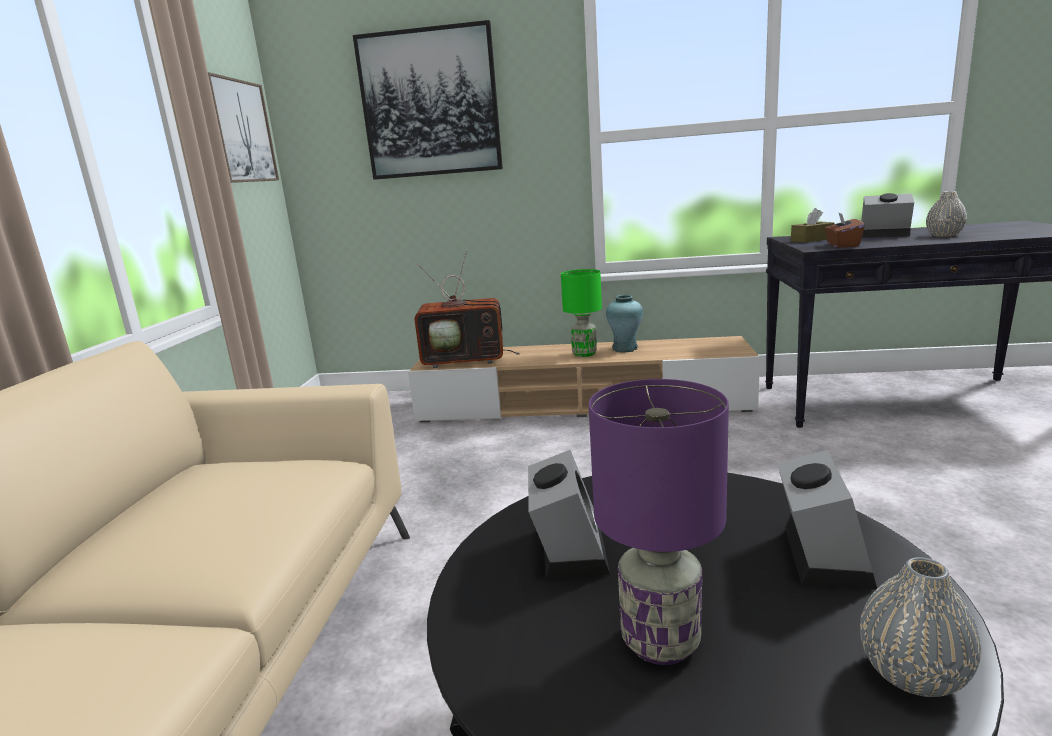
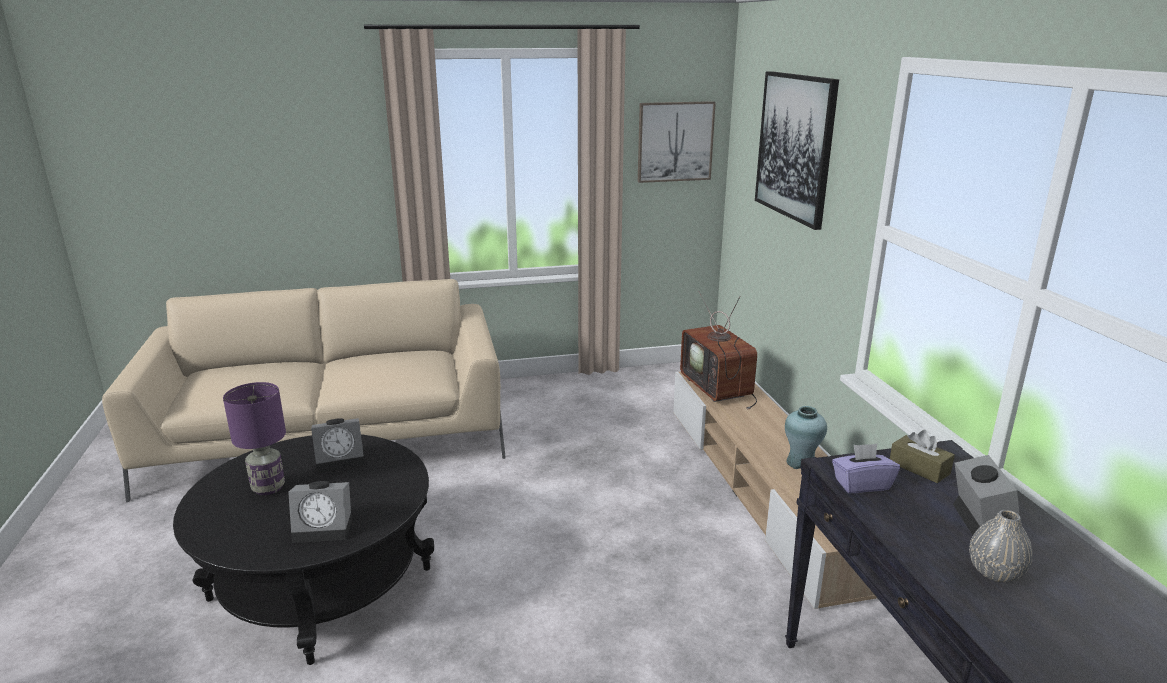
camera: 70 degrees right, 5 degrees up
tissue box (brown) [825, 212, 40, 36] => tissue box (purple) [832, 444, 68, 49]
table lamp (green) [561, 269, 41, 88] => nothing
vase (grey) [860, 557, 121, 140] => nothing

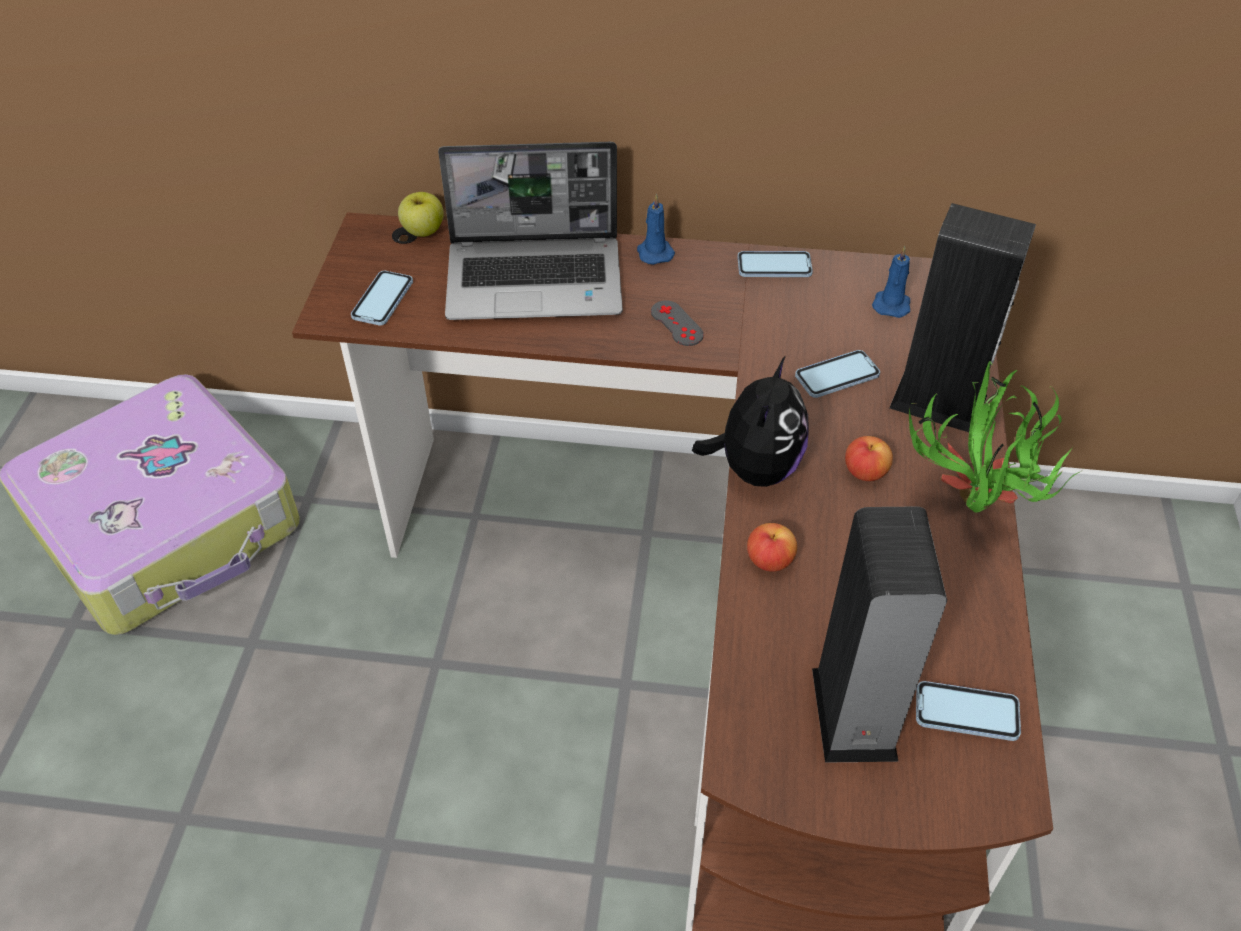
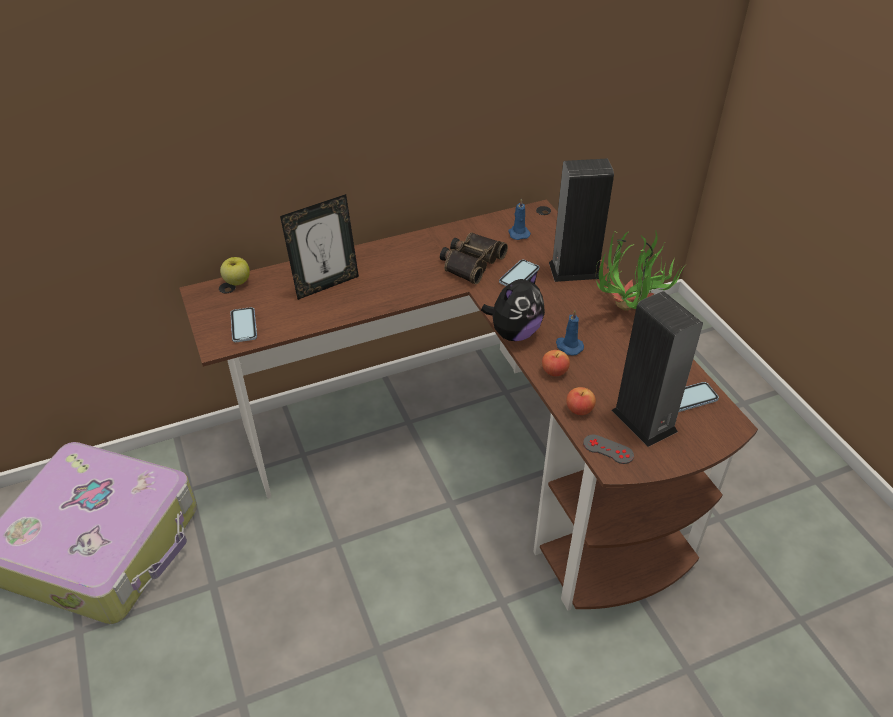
camera: 30 degrees left, 5 degrees down
laptop [438, 142, 185, 178] => picture frame [280, 194, 79, 106]
nothing => binoculars [440, 232, 68, 52]
plush toy [692, 356, 116, 131] => plush toy [481, 271, 64, 70], 60 degrees clockwise
candle (blue) [637, 194, 38, 71] => candle (blue) [556, 310, 28, 46], move
apple [845, 436, 48, 45] => apple [566, 387, 30, 28], move
game controller (grey) [651, 300, 53, 46] => game controller (grey) [583, 435, 51, 29], move
phone [737, 251, 76, 26] => nothing

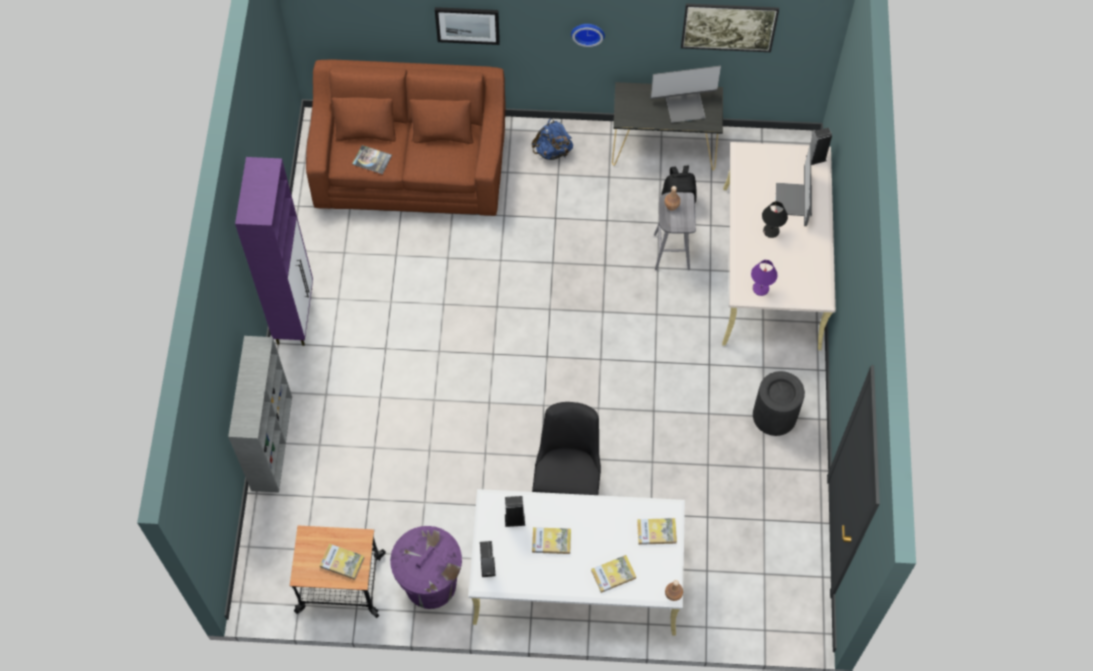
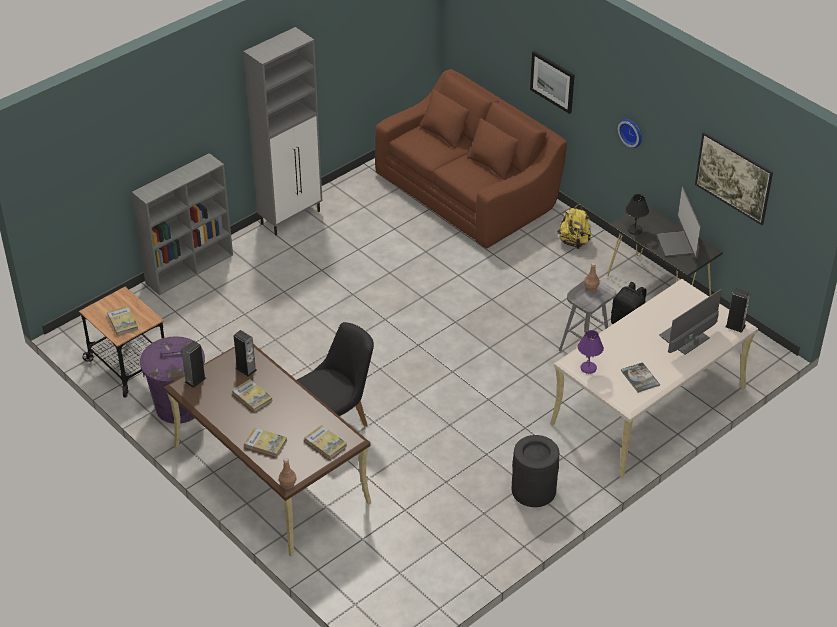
camera: 45 degrees right, 20 degrees down
desk (white) [469, 489, 216, 147] => desk (brown) [164, 344, 207, 213]
cabinet (purple) [235, 157, 78, 189] => cabinet (grey) [243, 27, 79, 208]
backpack (blue) [531, 118, 42, 42] => backpack (yellow) [557, 204, 34, 45]
book [352, 145, 40, 29] => book [621, 362, 39, 31], move
table lamp (black) [762, 201, 26, 37] => table lamp (black) [626, 194, 23, 41], move
monitor [650, 66, 71, 57] => monitor [657, 186, 44, 72], 45 degrees clockwise

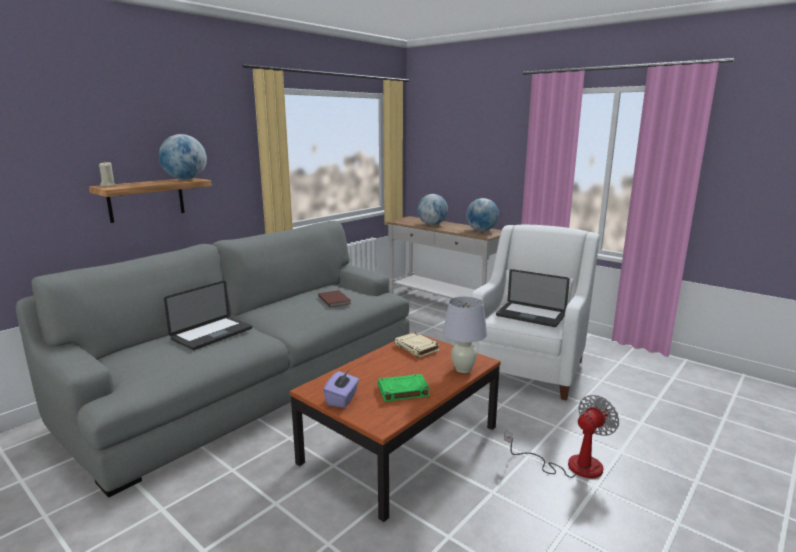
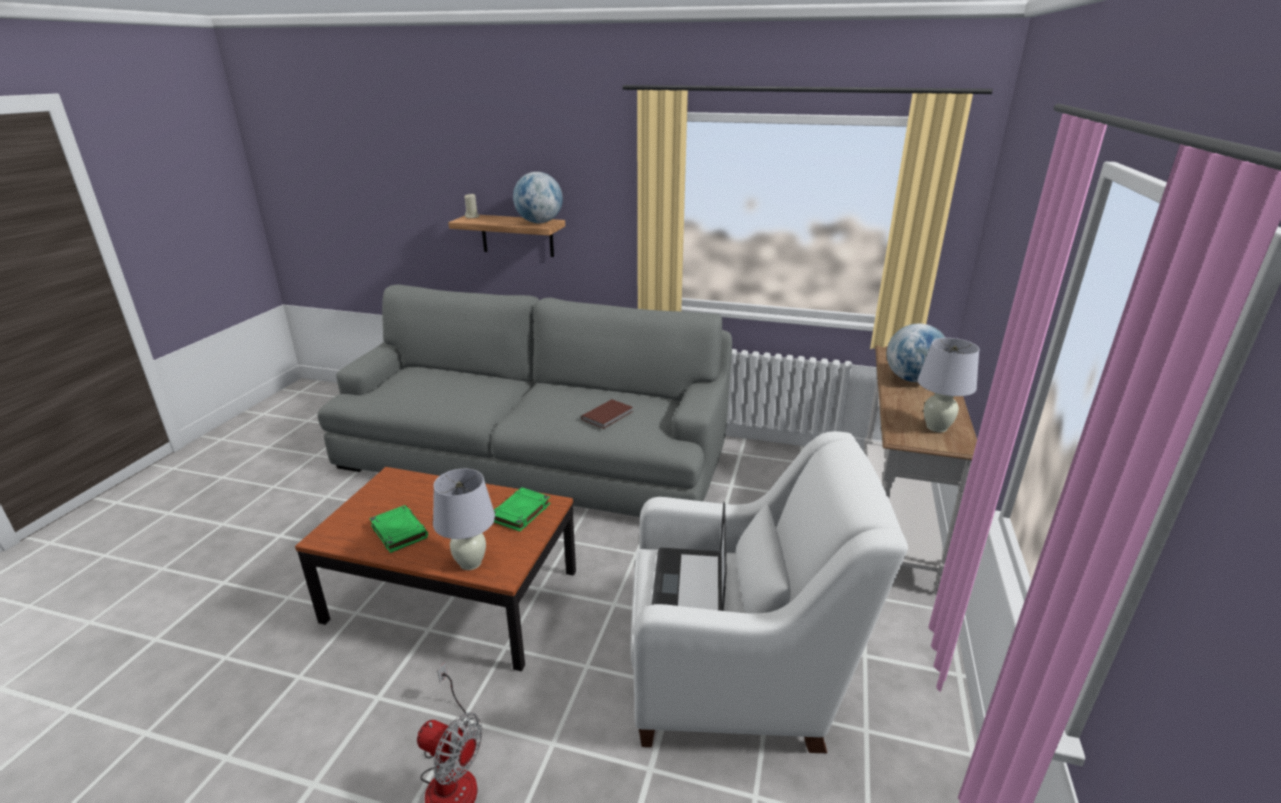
camera: 65 degrees right, 10 degrees up
book (beige) [394, 332, 46, 26] => book (green) [494, 487, 56, 45]
globe [466, 198, 33, 33] => table lamp (white) [918, 338, 61, 94]
laptop [164, 281, 88, 69] => nothing
tissue box (purple) [323, 371, 36, 37] => nothing

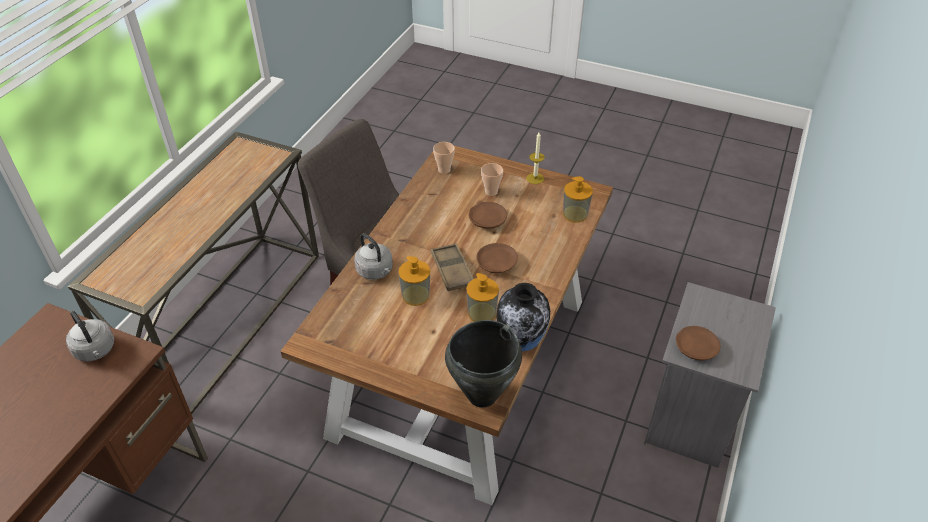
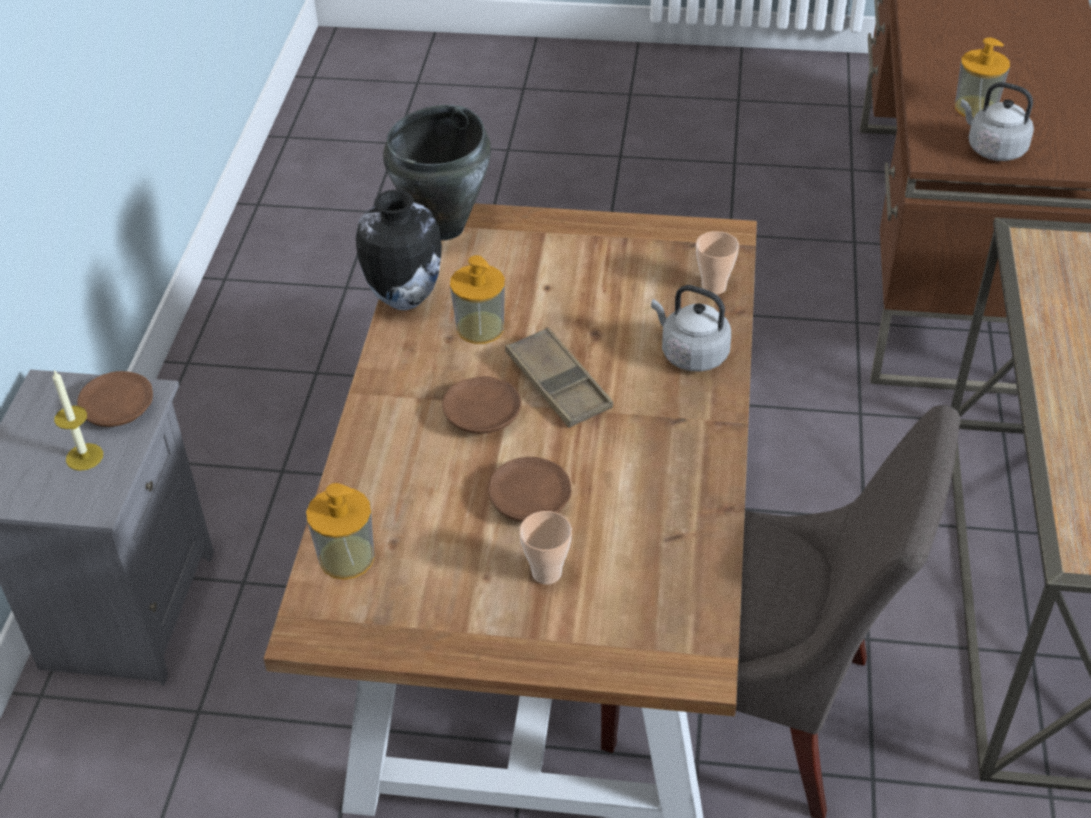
camera: 165 degrees right, 0 degrees up
candle [527, 133, 18, 51] => candle [52, 369, 51, 102], move
cup [433, 142, 22, 32] => cup [696, 231, 43, 64], move
soap dispenser [398, 256, 32, 50] => soap dispenser [955, 37, 55, 81], move

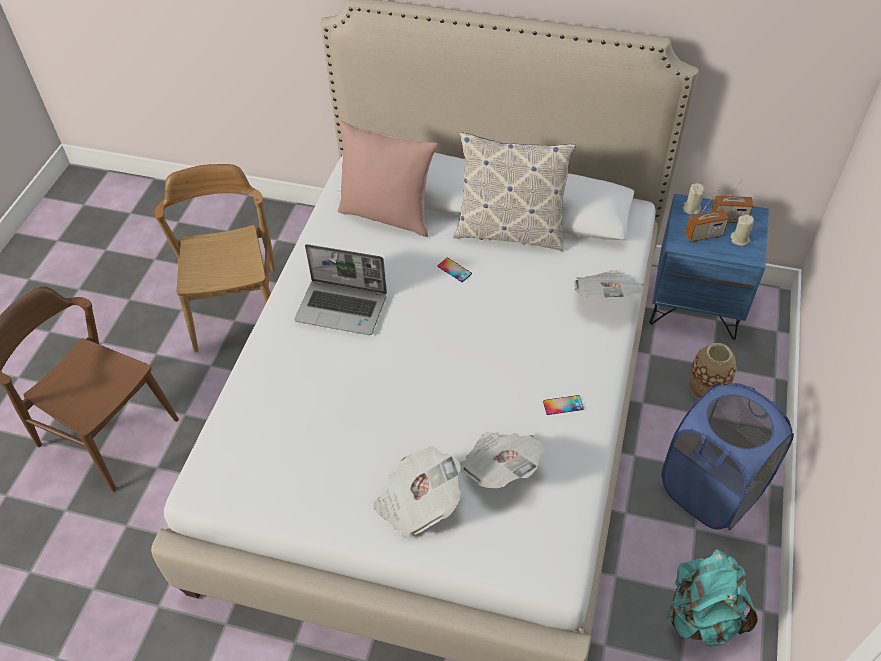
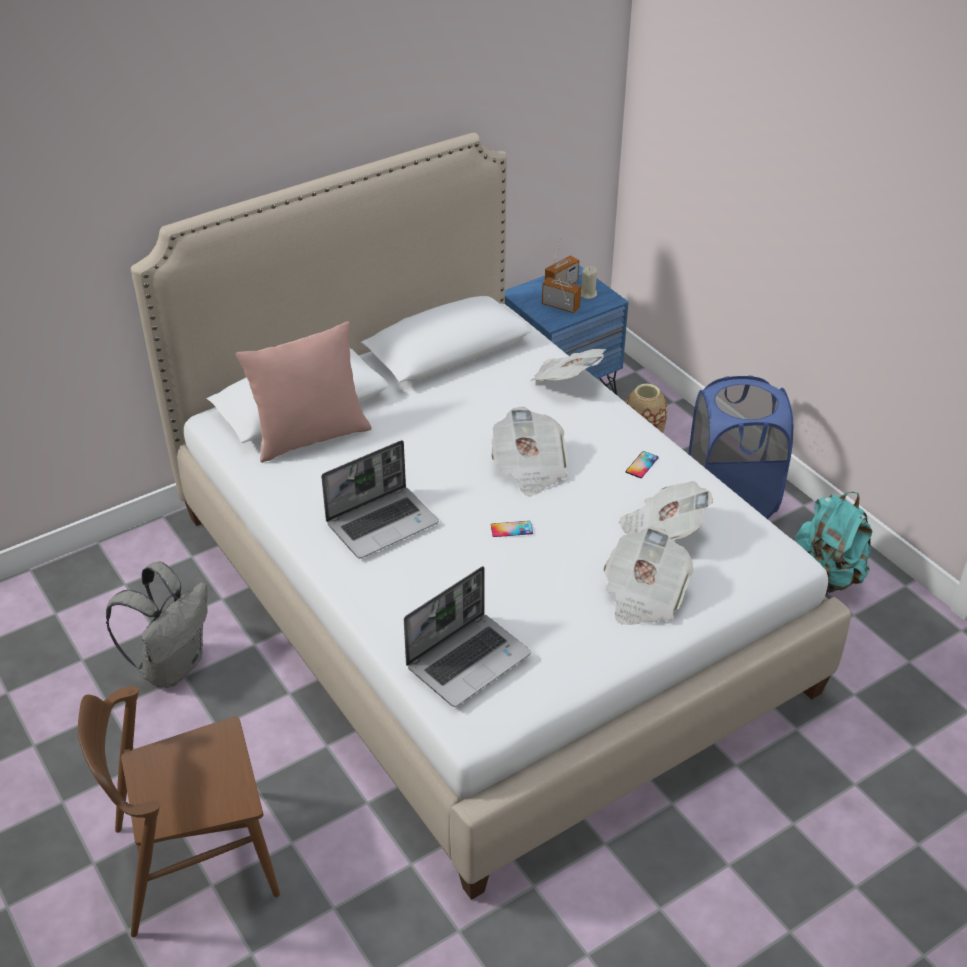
camera: 50 degrees left, 10 degrees down
chair (brown) [155, 164, 121, 189] => backpack (grey) [106, 561, 102, 127]
nothing => laptop [404, 566, 127, 141]
nothing => newspaper [491, 407, 77, 90]
phone [438, 258, 34, 24] => phone [491, 521, 42, 16], move
radio [685, 190, 44, 52] => radio [542, 262, 39, 51], 90 degrees counterclockwise
pillow [453, 132, 123, 119] => nothing
candle (beige) [683, 183, 21, 32] => nothing

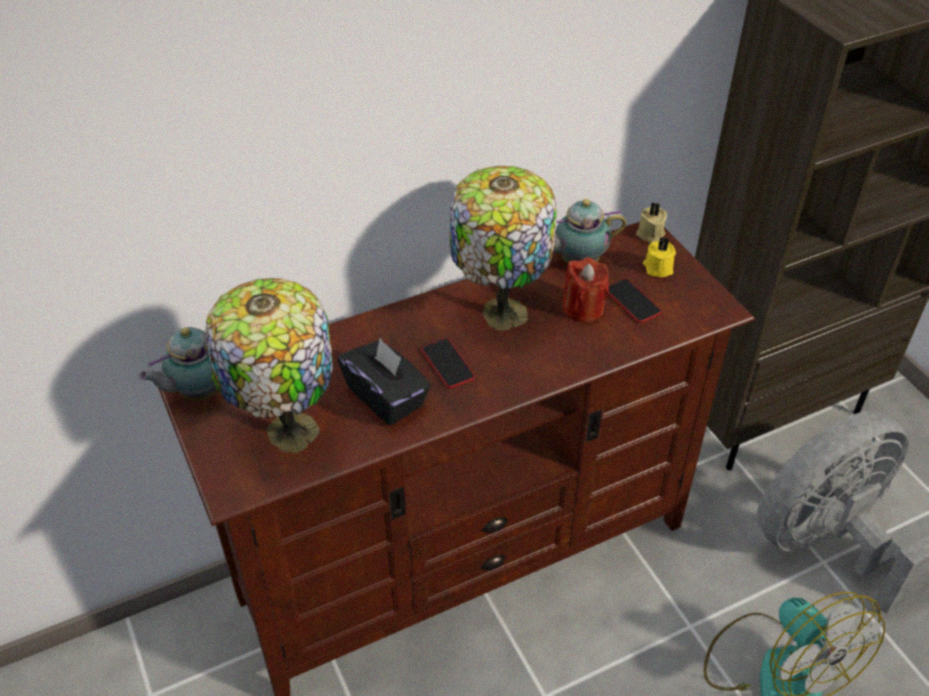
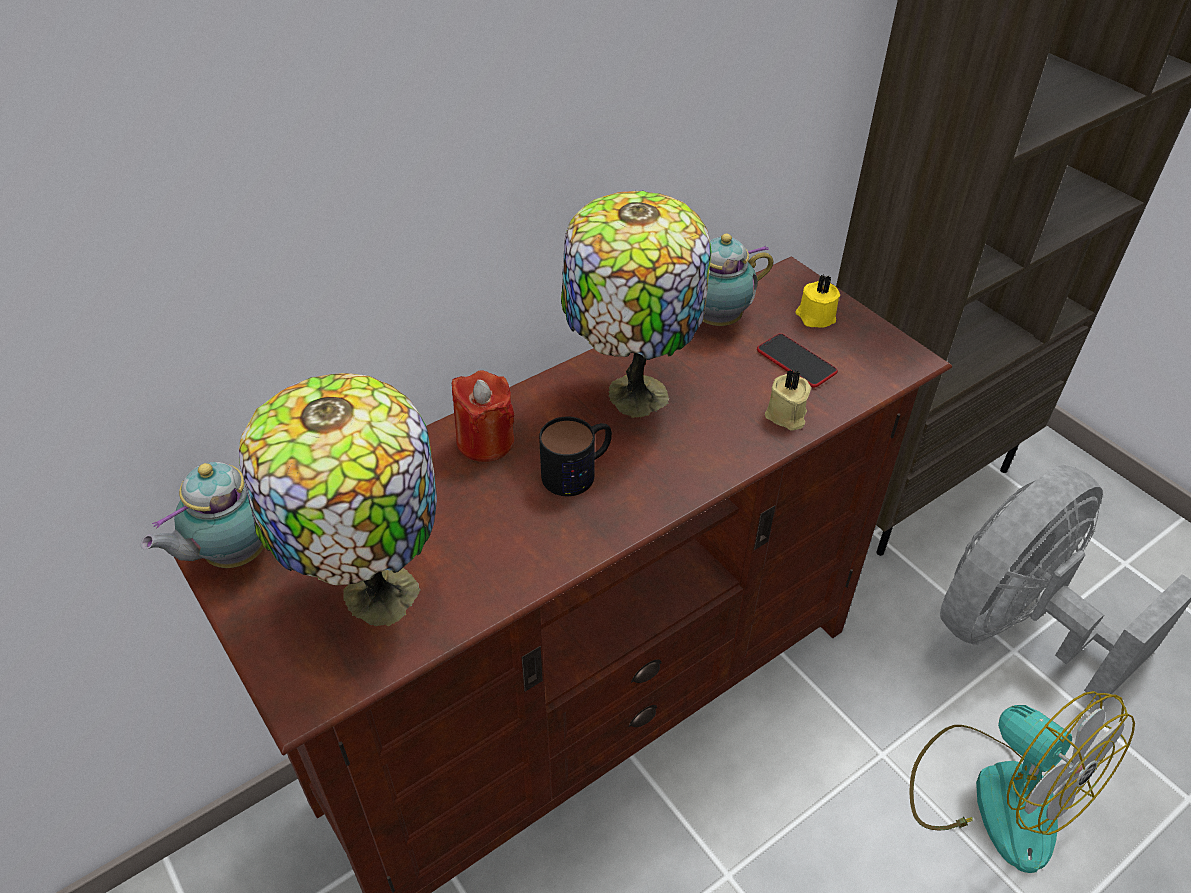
camera: 10 degrees left, 0 degrees up
candle (red) [563, 258, 46, 64] => candle (red) [452, 370, 62, 92], move
phone [421, 338, 54, 51] => mug [539, 417, 73, 79]
candle (beige) [636, 202, 32, 42] => candle (beige) [765, 369, 46, 61], move
tissue box (black) [338, 338, 93, 87] => nothing

